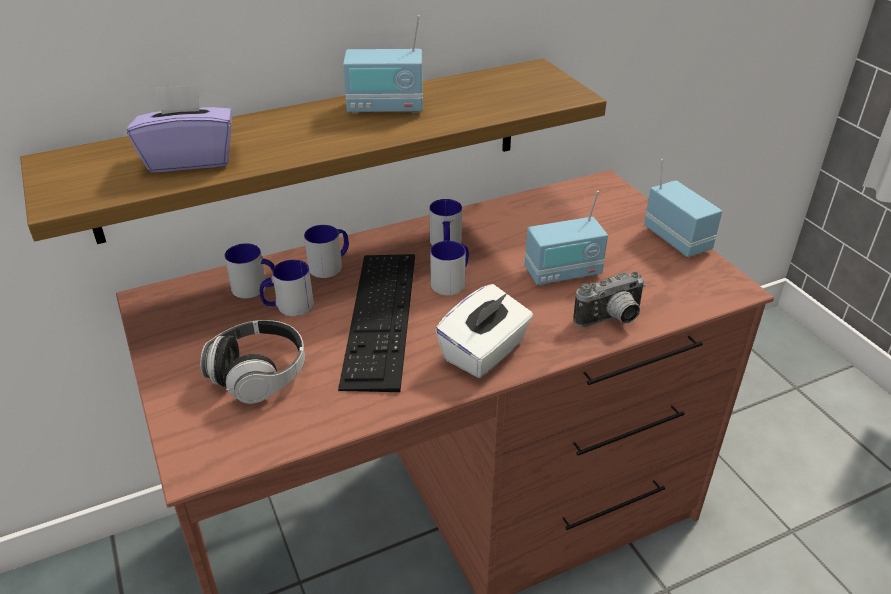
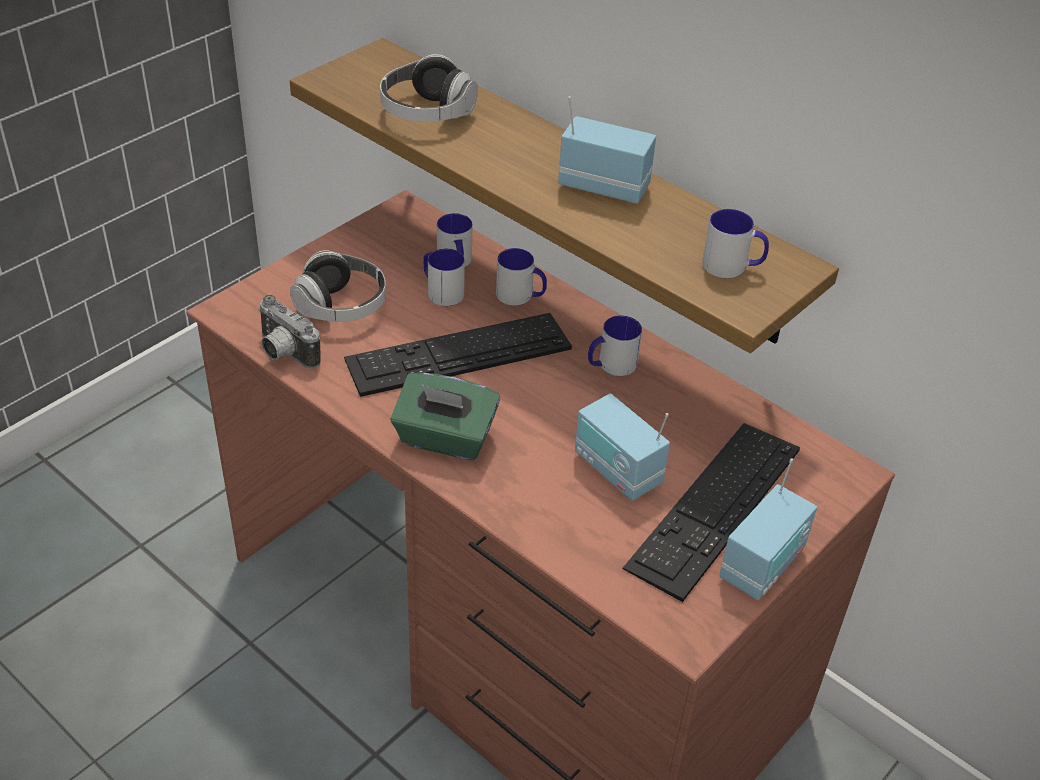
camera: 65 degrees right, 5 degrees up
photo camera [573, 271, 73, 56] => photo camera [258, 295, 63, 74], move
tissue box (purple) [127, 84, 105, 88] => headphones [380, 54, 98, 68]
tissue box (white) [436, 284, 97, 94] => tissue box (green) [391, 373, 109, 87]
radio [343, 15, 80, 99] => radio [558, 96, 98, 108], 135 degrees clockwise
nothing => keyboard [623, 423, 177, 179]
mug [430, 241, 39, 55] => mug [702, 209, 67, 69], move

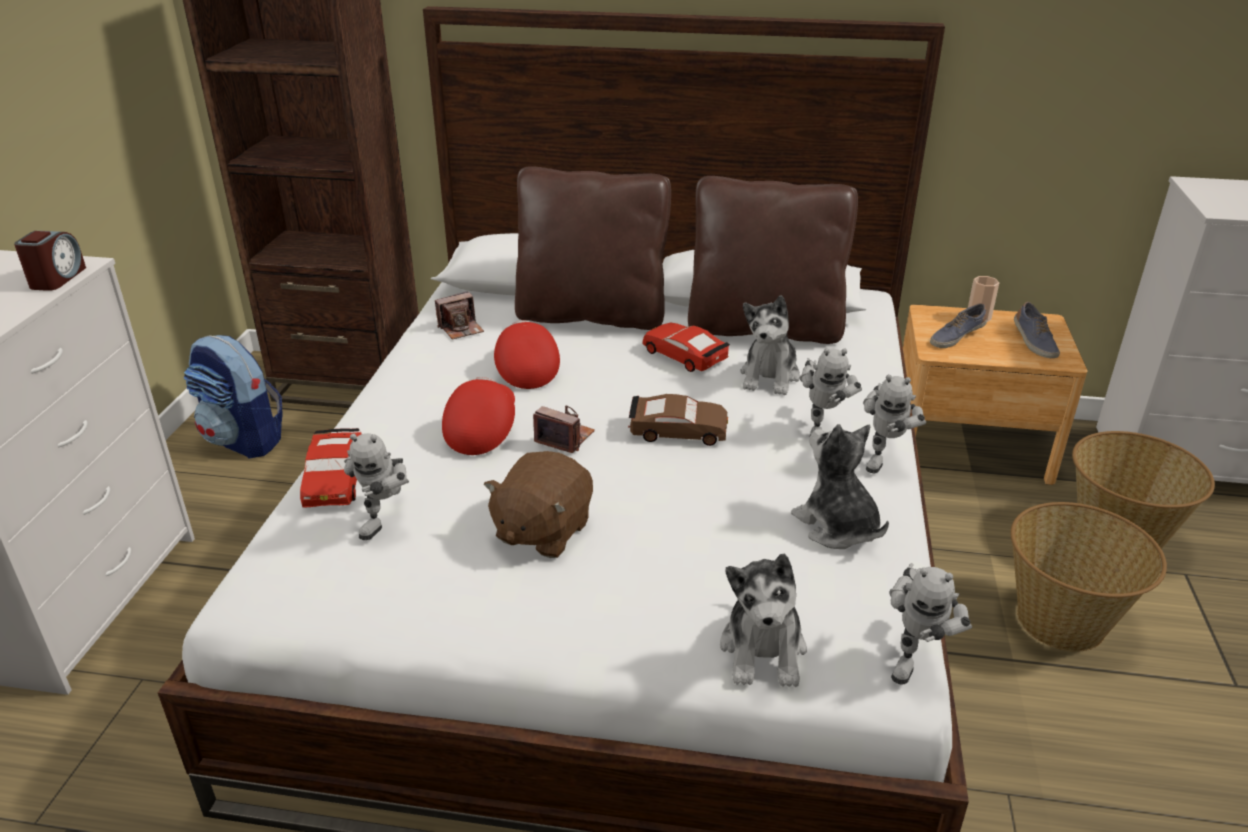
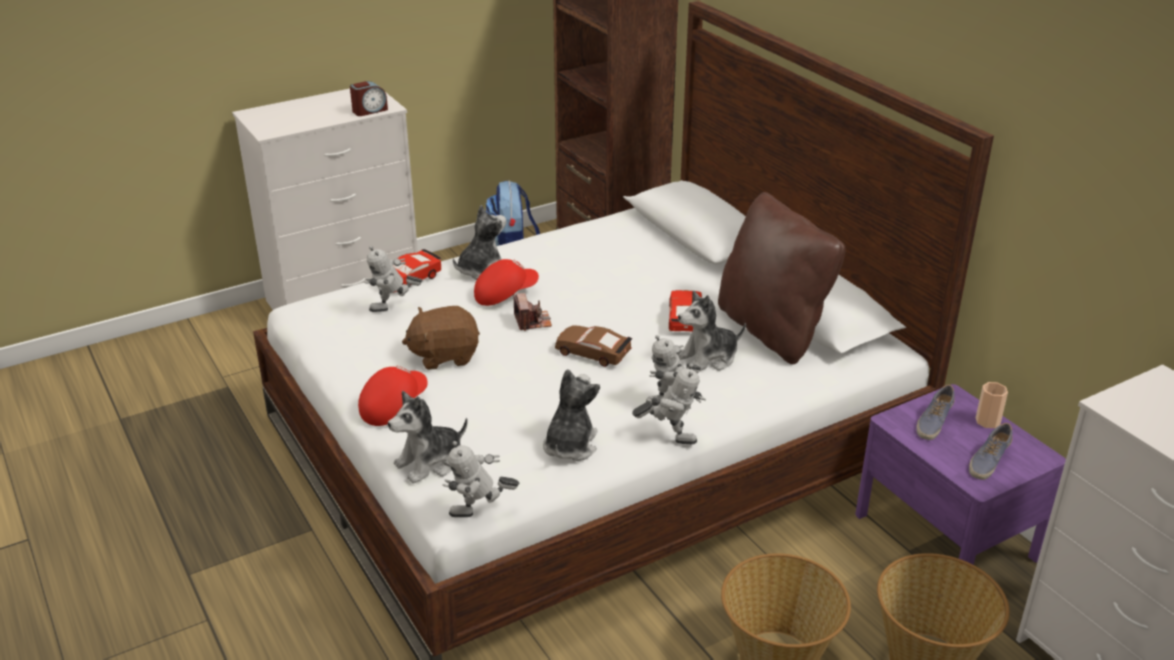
camera: 50 degrees right, 0 degrees up
cap (red) [494, 320, 66, 69] => cap (red) [358, 366, 70, 60], move
nothing => plush toy [453, 205, 53, 75]
toy car (brown) [628, 394, 100, 52] => toy car (brown) [555, 325, 77, 42], 150 degrees clockwise
toy robot [863, 375, 63, 98] => toy robot [632, 363, 74, 81], 150 degrees counterclockwise
nightstand (brown) [903, 305, 185, 180] => nightstand (purple) [855, 384, 211, 181]
shoe [930, 303, 57, 45] => shoe [916, 385, 39, 55], 75 degrees counterclockwise
photo camera [435, 291, 49, 49] => nothing
pillow (brown) [515, 166, 156, 164] => nothing

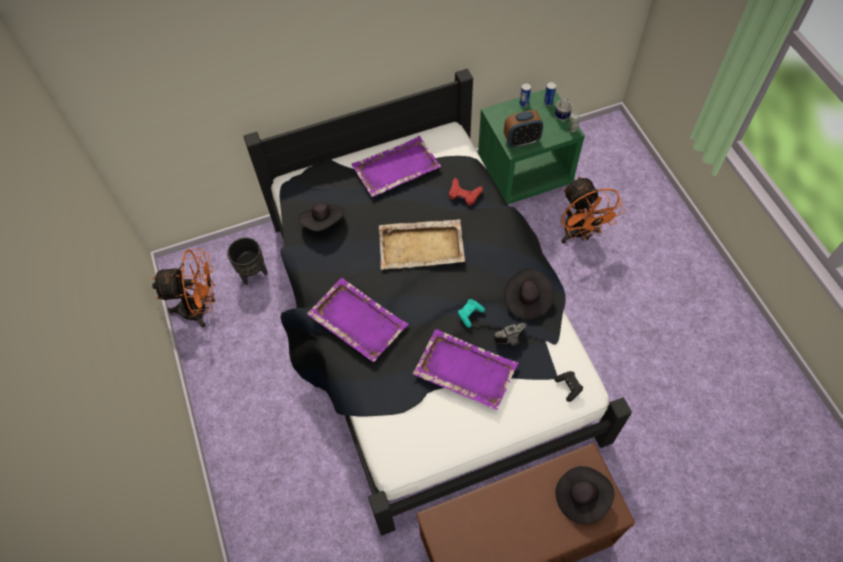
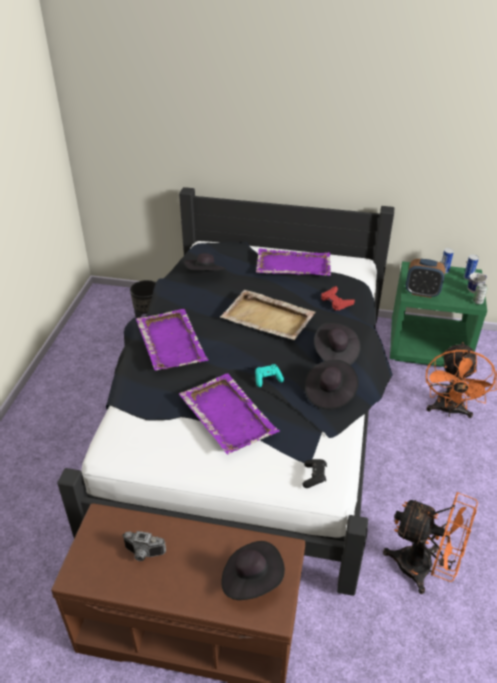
camera: 30 degrees right, 20 degrees down
photo camera [494, 323, 32, 23] => photo camera [122, 531, 44, 30], move
nothing => hat (black) [314, 322, 47, 43]
fan (orange) [152, 249, 64, 78] => fan (orange) [383, 492, 95, 102], move

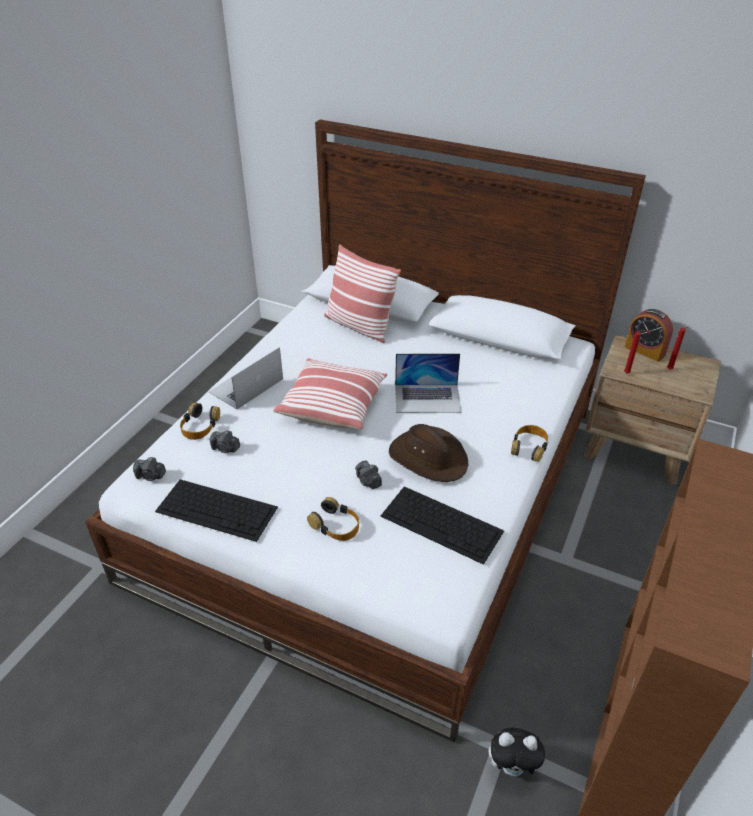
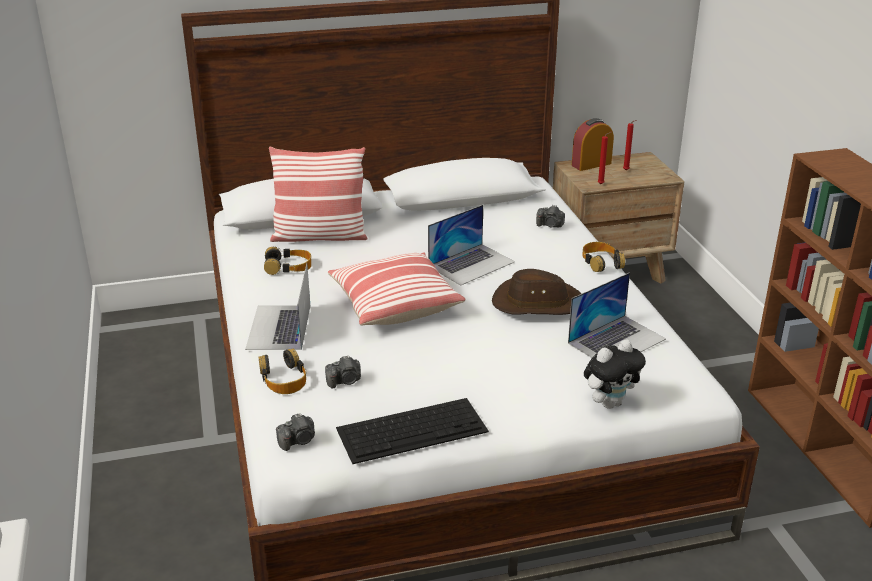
camera: 40 degrees left, 10 degrees down
headphones [307, 497, 52, 44] => headphones [264, 246, 47, 29], move
photo camera [355, 460, 27, 29] => photo camera [536, 205, 29, 22], move
keyboard [381, 486, 123, 79] => laptop [568, 272, 98, 86]
alarm clock [625, 309, 48, 53] => alarm clock [572, 118, 42, 53], 150 degrees clockwise
plush toy [489, 728, 60, 48] => plush toy [584, 339, 62, 70], move

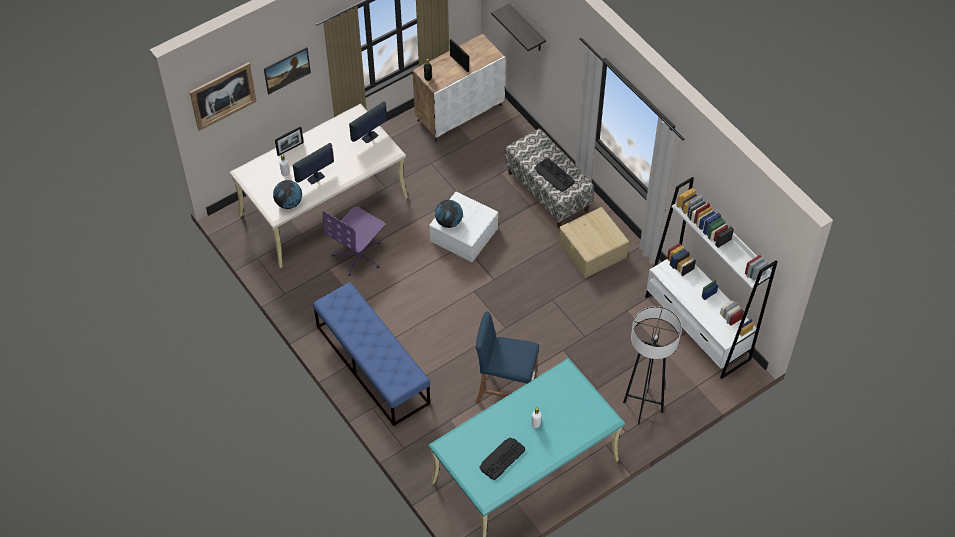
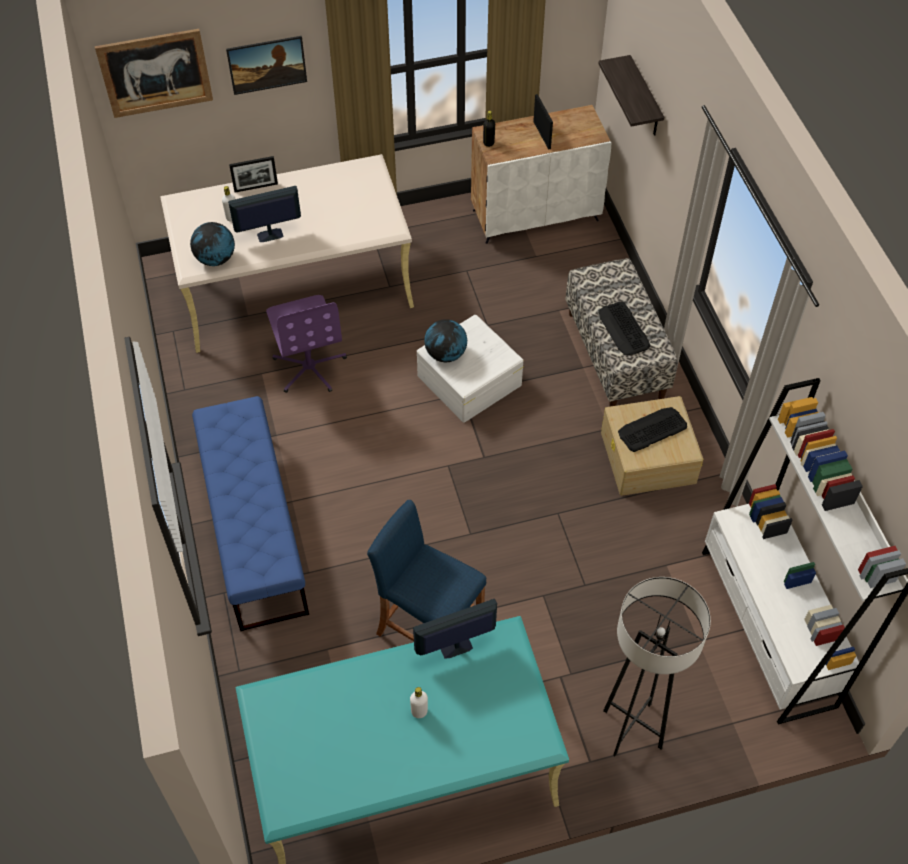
camera: 20 degrees right, 0 degrees up
office chair (purple) [322, 207, 63, 69] => office chair (purple) [266, 295, 81, 98], 75 degrees counterclockwise
monitor [349, 101, 38, 42] => monitor [413, 599, 84, 60], move
keyboard [479, 437, 46, 43] => keyboard [618, 407, 69, 45], move

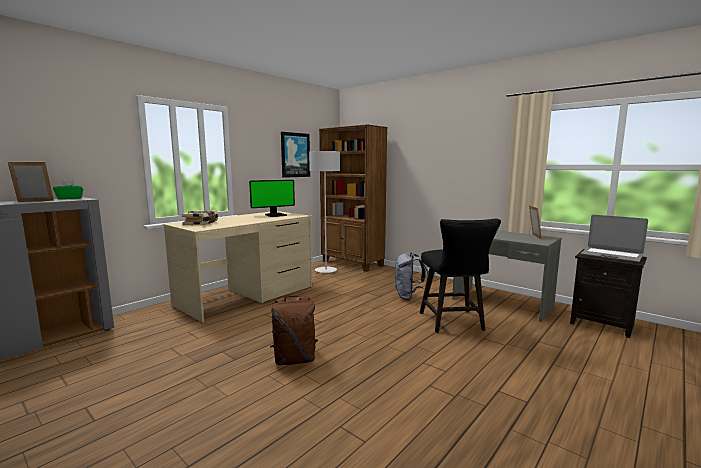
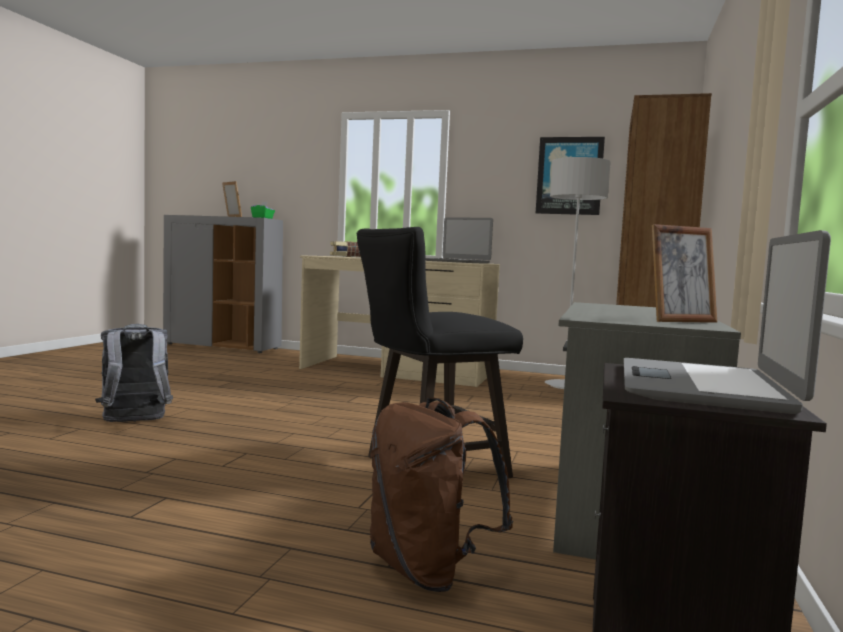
camera: 65 degrees right, 5 degrees down
backpack (grey) [395, 252, 34, 48] => backpack (grey) [95, 324, 78, 98], move
backpack (brown) [270, 296, 48, 69] => backpack (brown) [370, 398, 143, 194], move
monitor [249, 180, 46, 37] => laptop [426, 217, 67, 47]

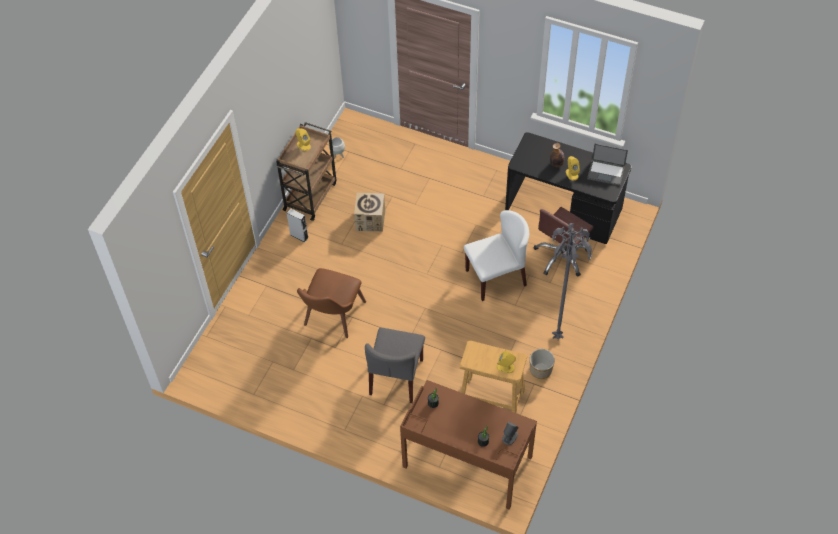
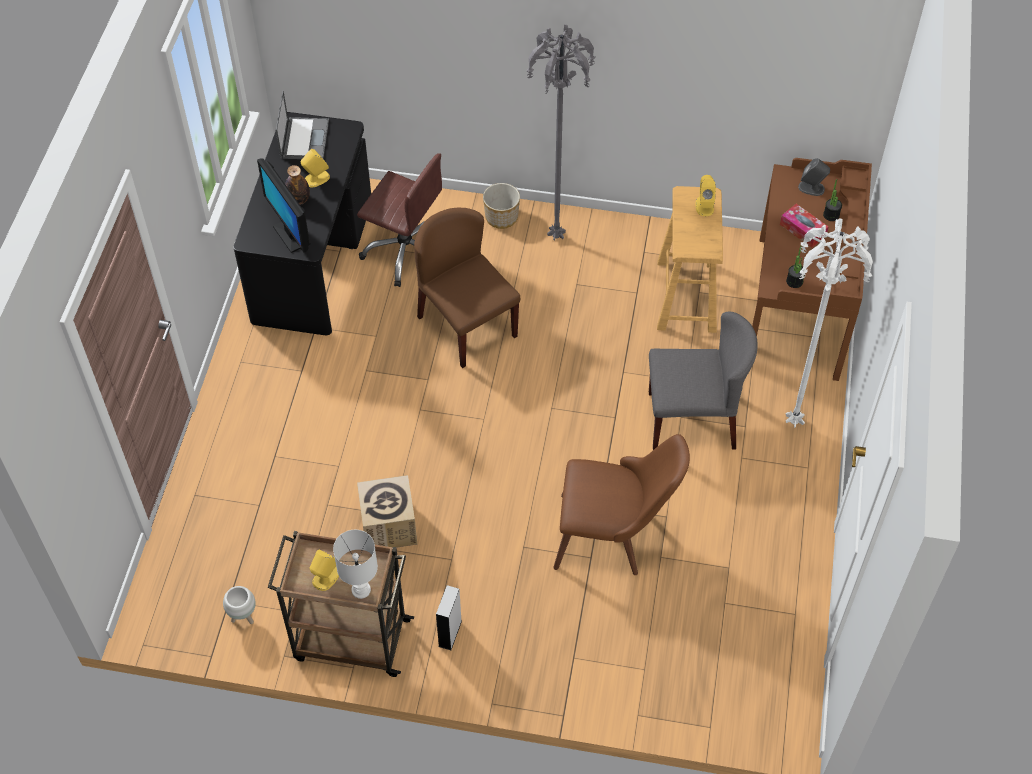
camera: 105 degrees left, 0 degrees up
nothing => monitor [257, 158, 54, 95]
nothing => table lamp (white) [333, 530, 45, 69]
chair (white) [464, 210, 65, 91] => chair (brown) [414, 208, 106, 160]
planter [530, 349, 25, 30] => planter [483, 183, 37, 46], move
nothing => tissue box [780, 204, 49, 44]
nothing => floor lamp (white) [785, 218, 88, 210]

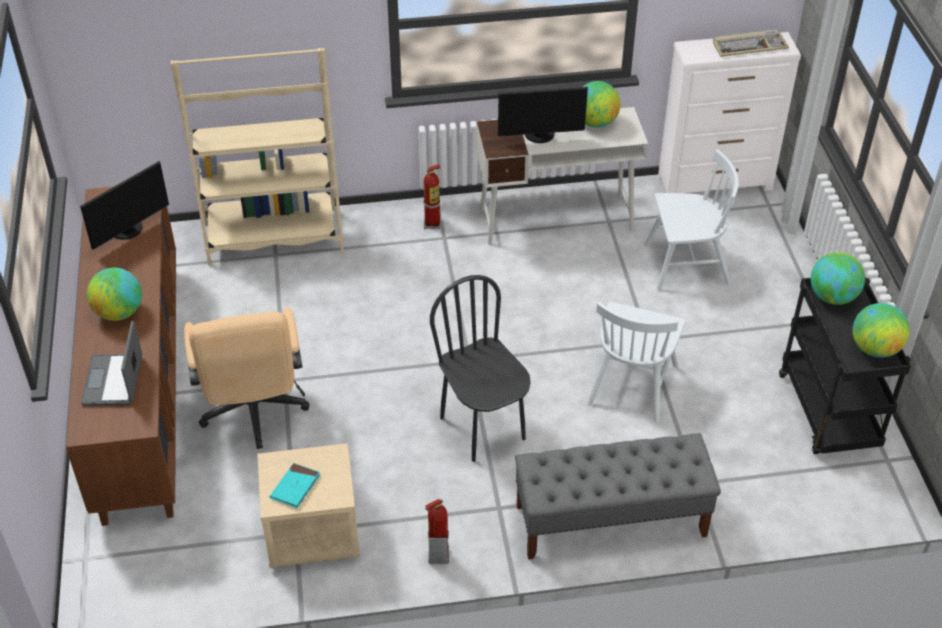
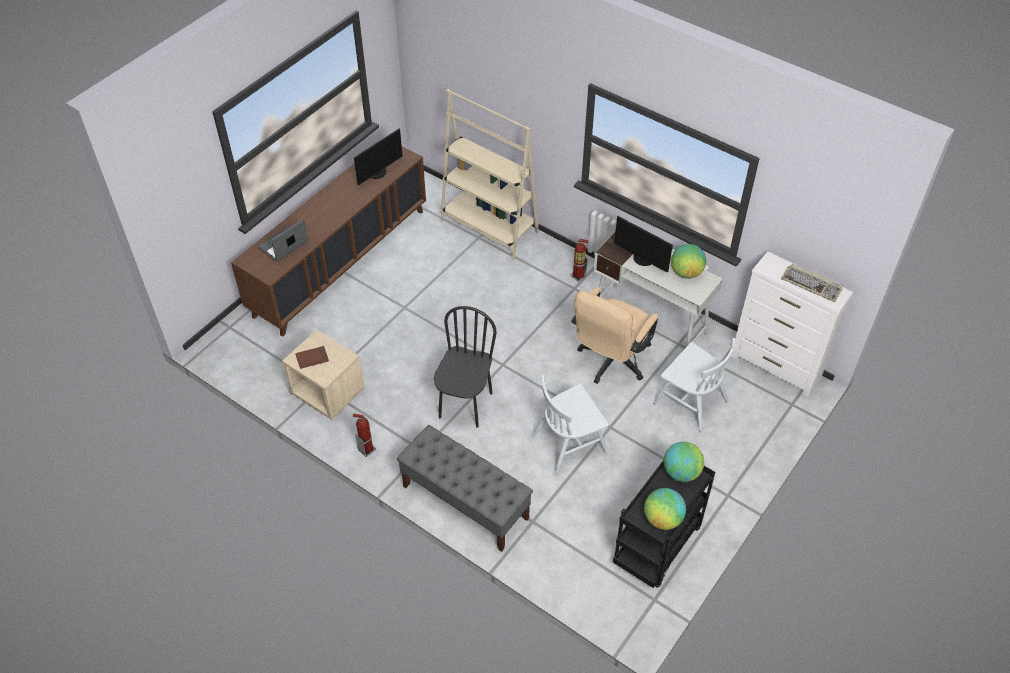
camera: 45 degrees right, 5 degrees up
book (turquoise) [270, 463, 50, 45] => book (brown) [295, 346, 34, 23]
monitor [80, 161, 89, 88] => monitor [354, 128, 49, 57], 45 degrees counterclockwise
office chair (beige) [184, 307, 126, 142] => office chair (beige) [572, 287, 86, 97], move
globe [87, 268, 55, 53] => nothing

